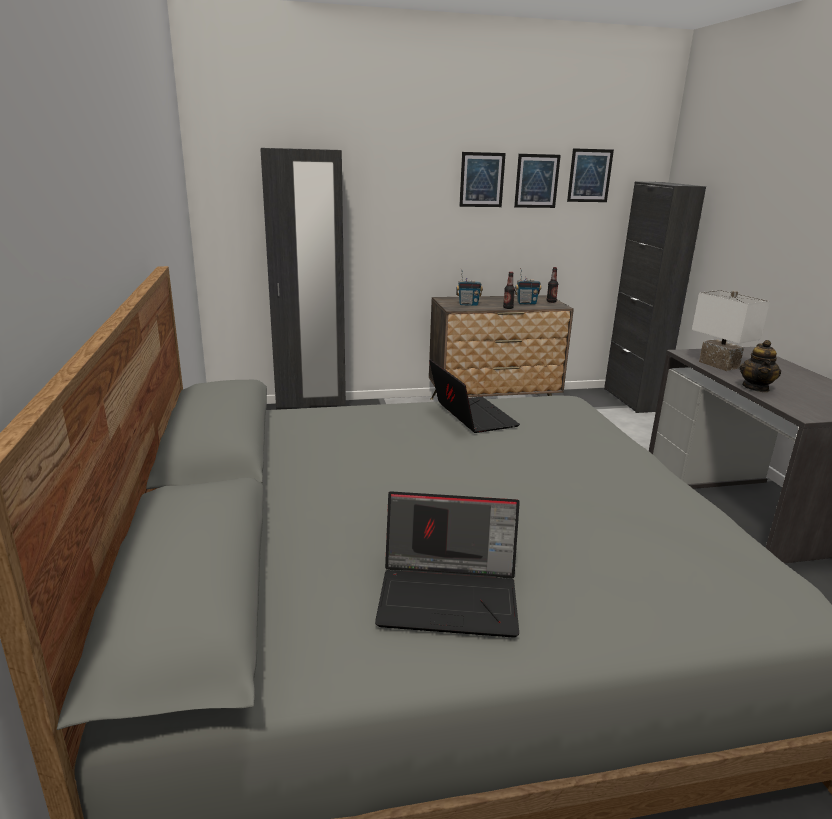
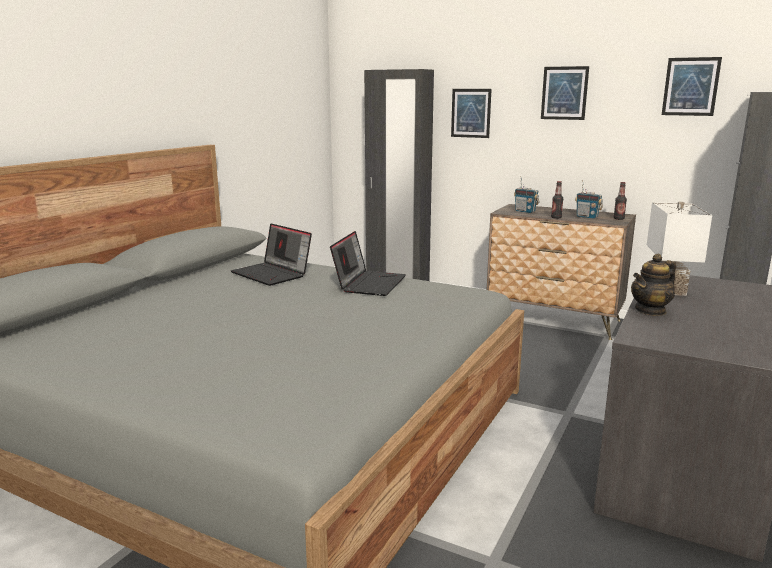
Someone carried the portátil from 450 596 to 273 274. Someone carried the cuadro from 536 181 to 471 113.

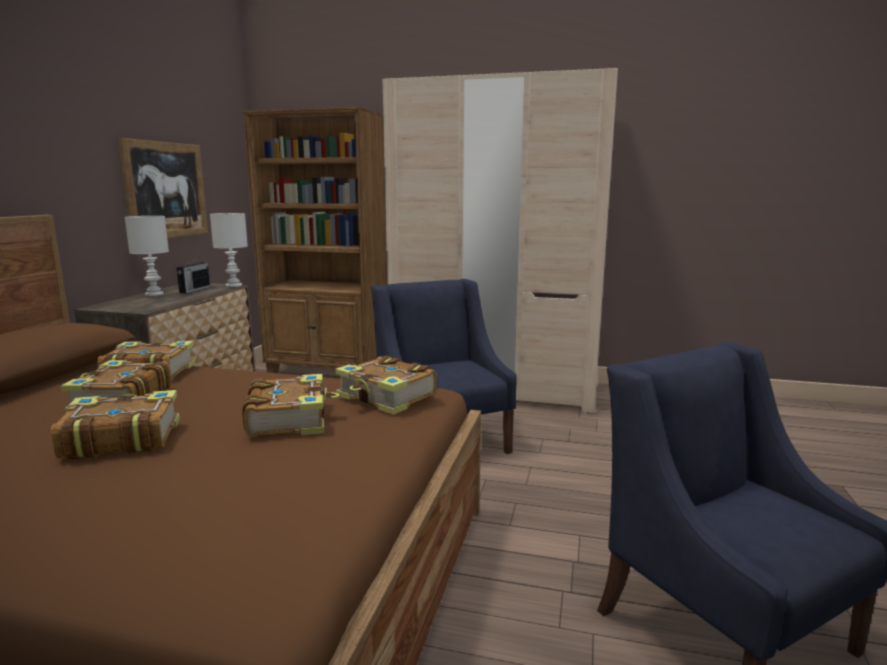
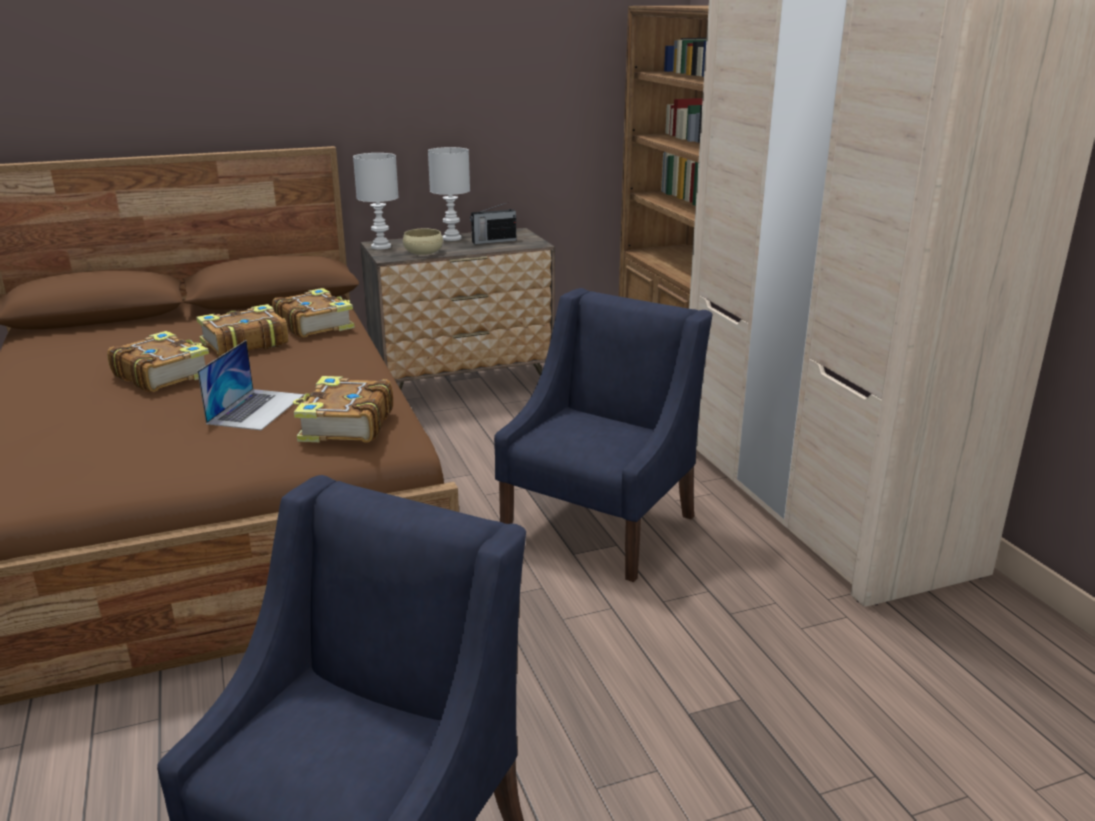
Someone swapped the libro at 290 419 for the portátil at 256 409. Someone carried the lámpara de mesa [blanco] from 234 285 to 382 246. Someone put down the cuenco [beis] at 423 252. Someone took away the cuadro at 166 190.

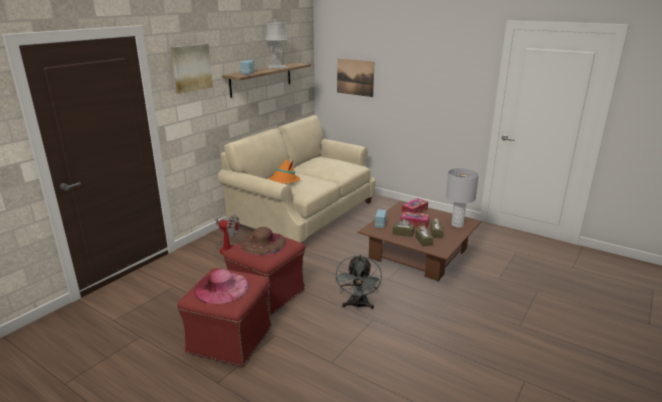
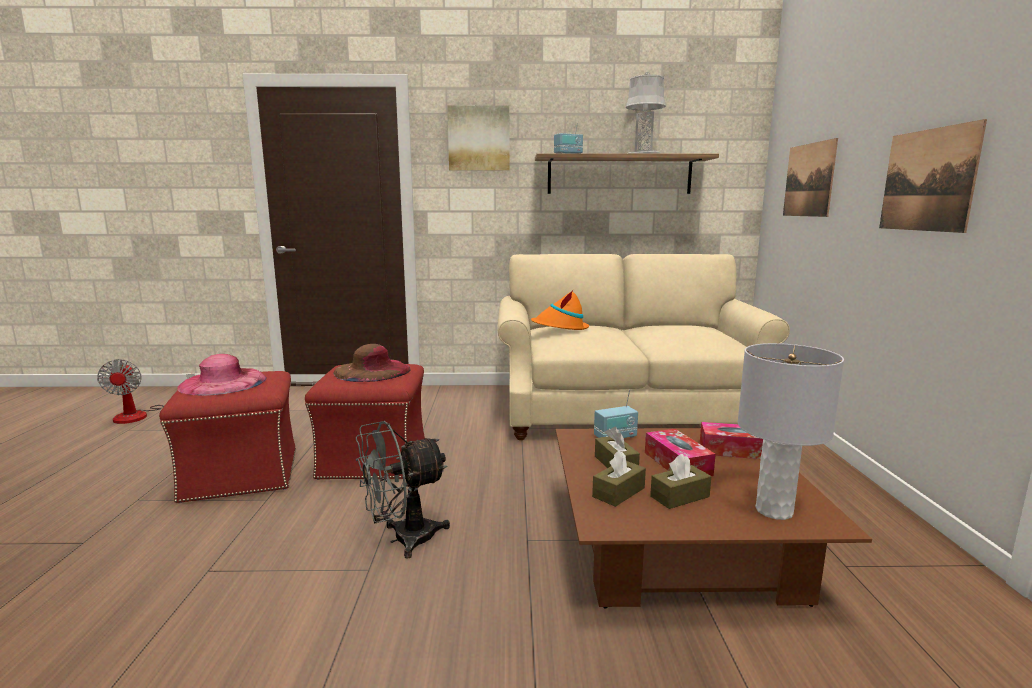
Someone carried the ventilador from 227 247 to 142 415. Someone put up the cuadro at 927 180.

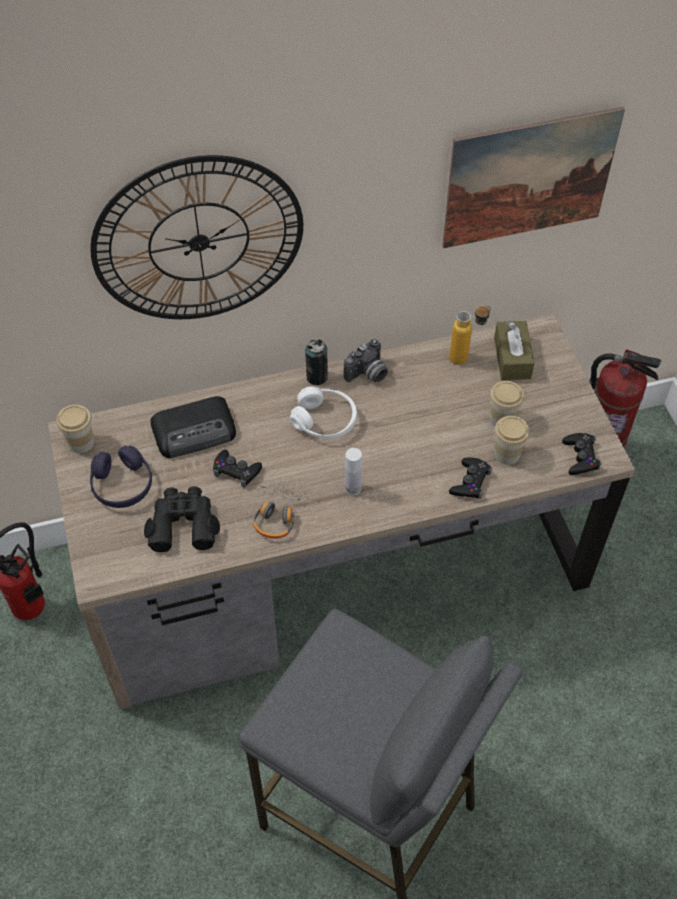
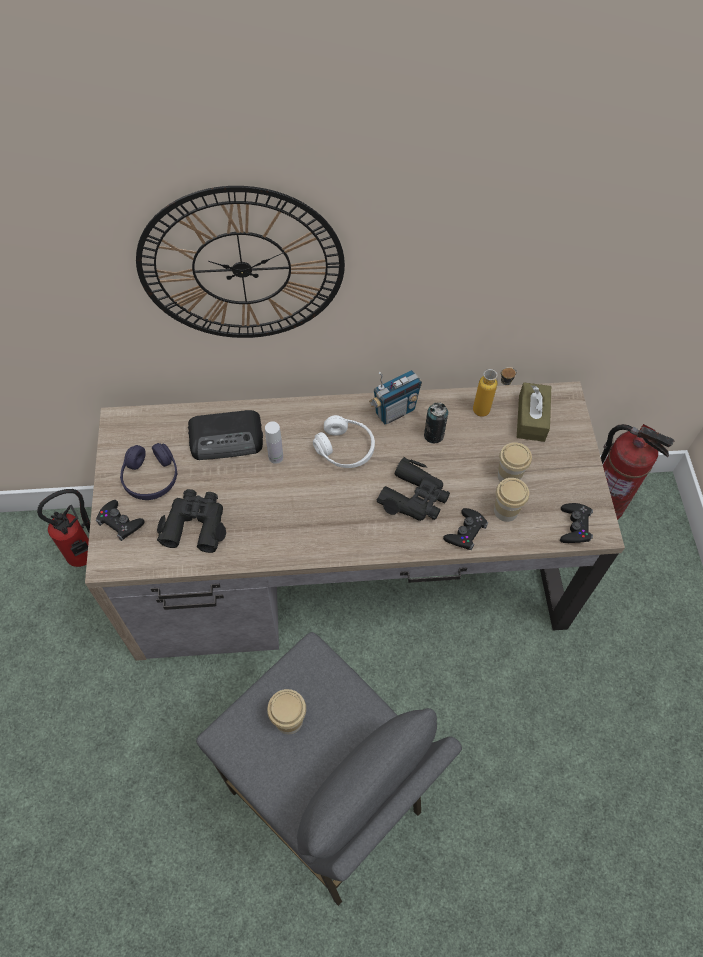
Someone carried the mando de consola [negro] from 236 471 to 120 522. Someone carried the botella [blanco] from 353 488 to 276 457. Someone carried the taza from 81 443 to 289 720. Someone swapped the cámara at 367 374 for the radio at 394 411. Someone put down the prismáticos [negro] at 414 497. Someone carried the lata from 317 377 to 433 435. Someone took away the auriculares at 279 513. Someone took away the cuadro at 529 178.

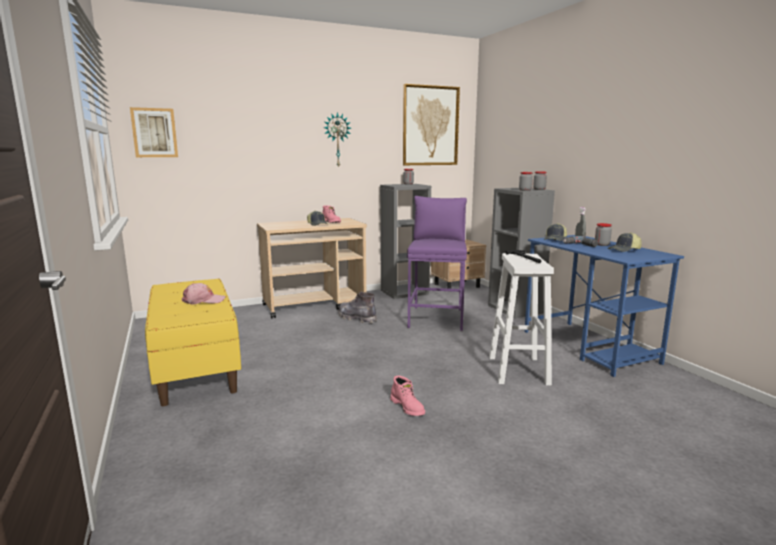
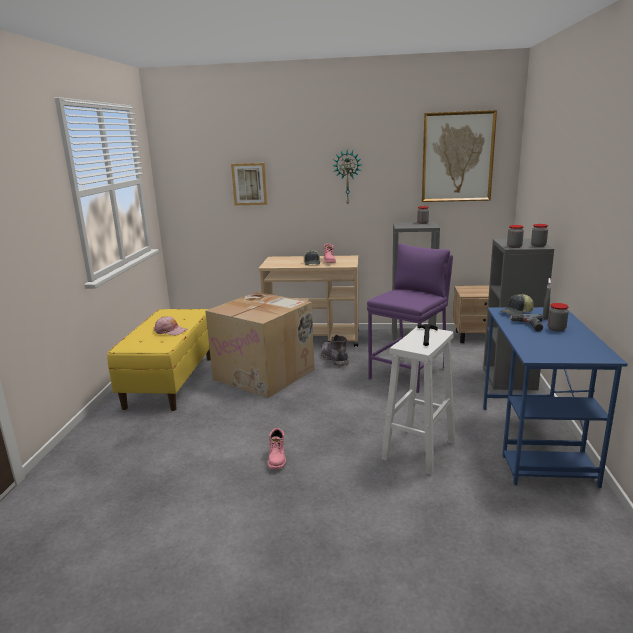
Someone put down the caja de cartón at 266 374. Someone carried the cuadro from 154 133 to 249 184. Someone took away the gorra at 625 250.

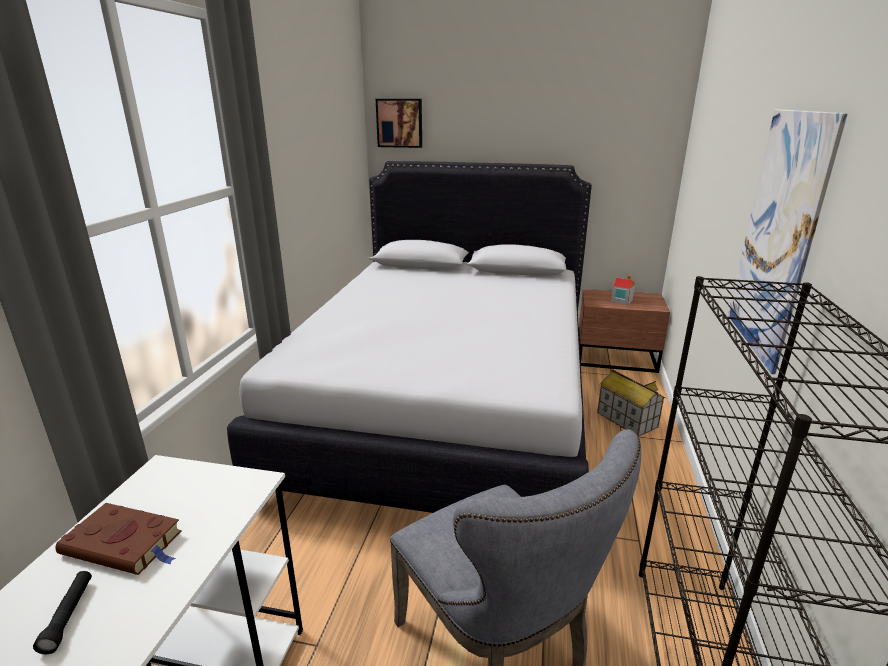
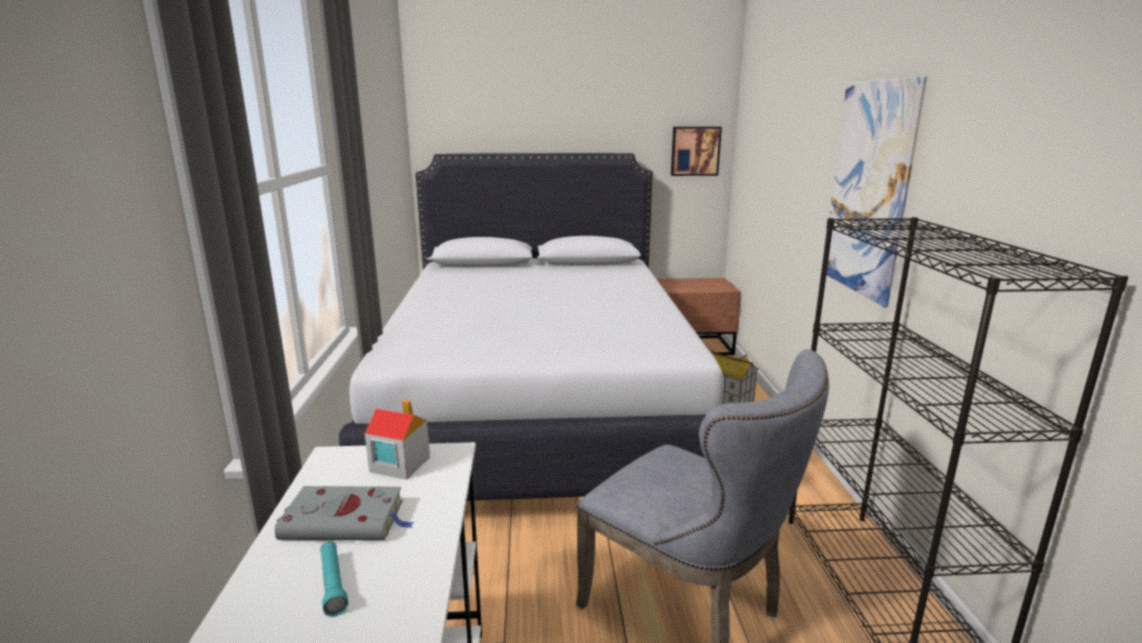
Someone repainted the libro [marrón] at 125 544, which became the libro [gris] at 347 520. Someone repainted the linterna [negro] at 68 616, which became the linterna [turquesa] at 333 584. Someone carried the casita from 621 300 to 399 464. Someone carried the cuadro from 400 123 to 695 151.

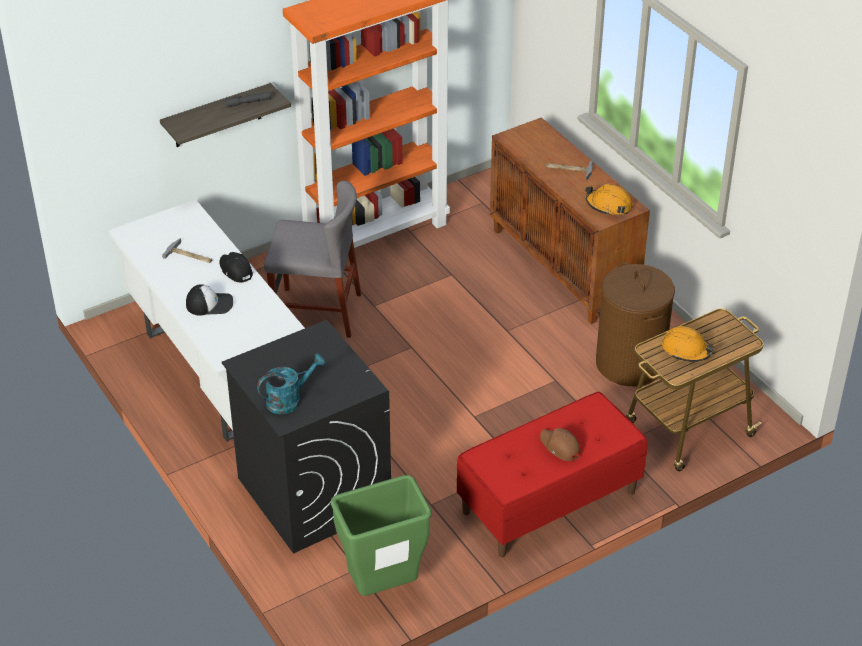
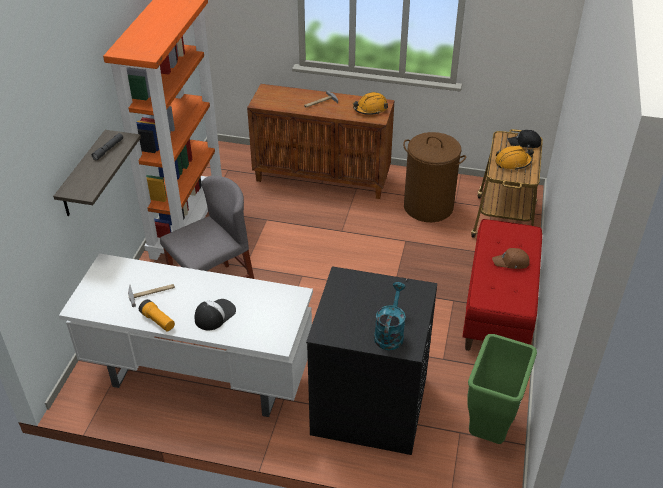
Someone put down the linterna at 158 321. Someone carried the gorra [negro] from 235 270 to 524 143.

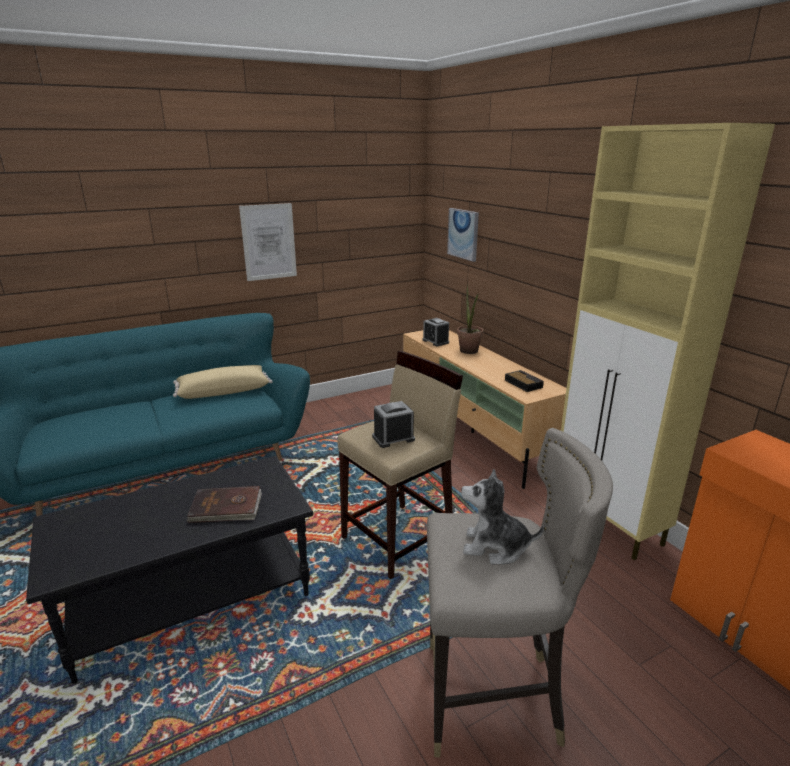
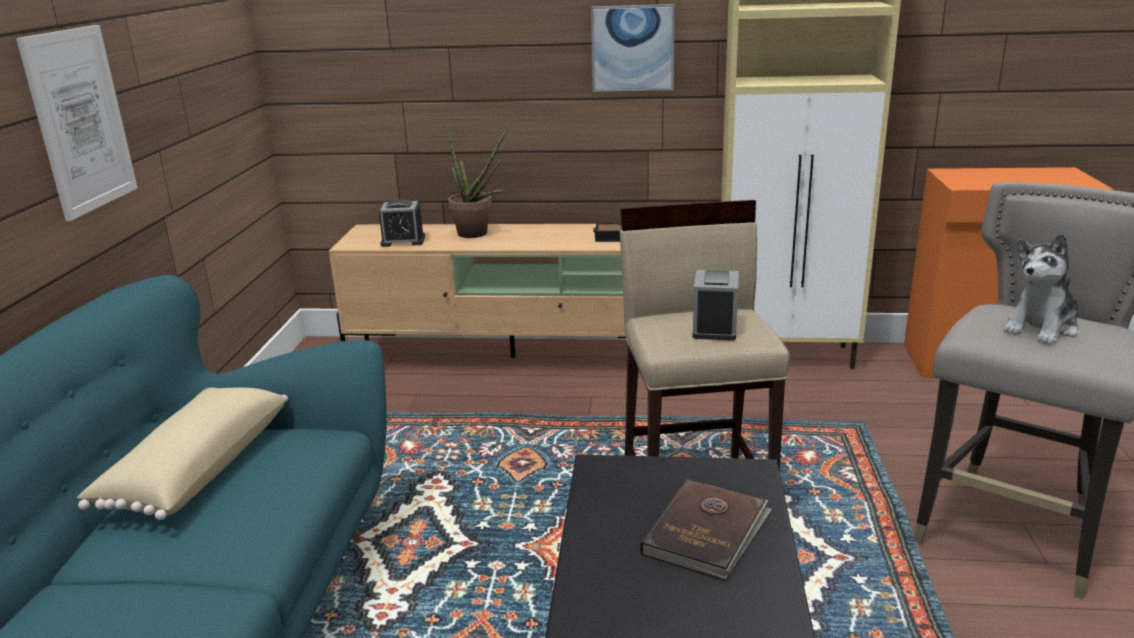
Someone carried the cuadro from 463 234 to 632 48.

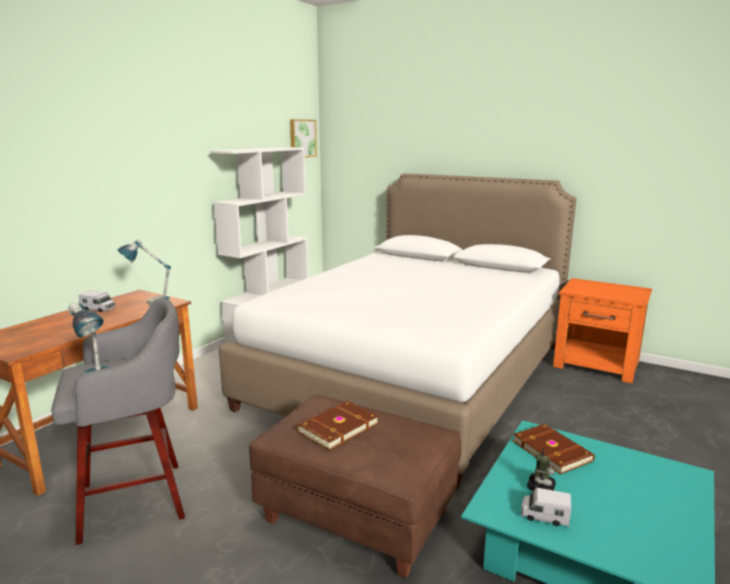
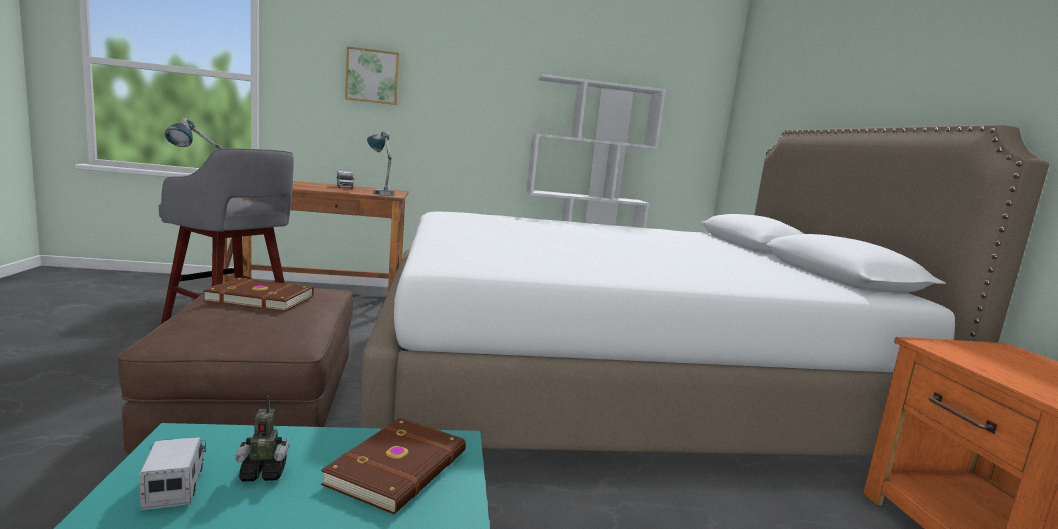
Someone carried the cuadro from 301 138 to 372 76.

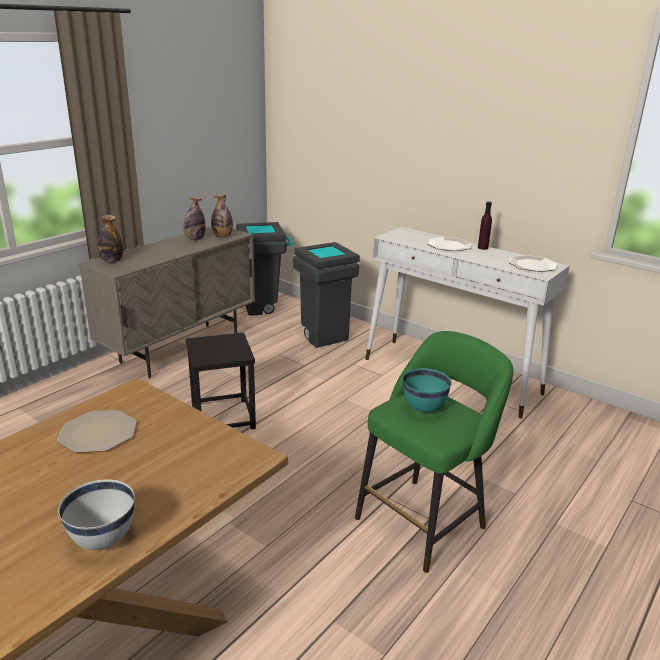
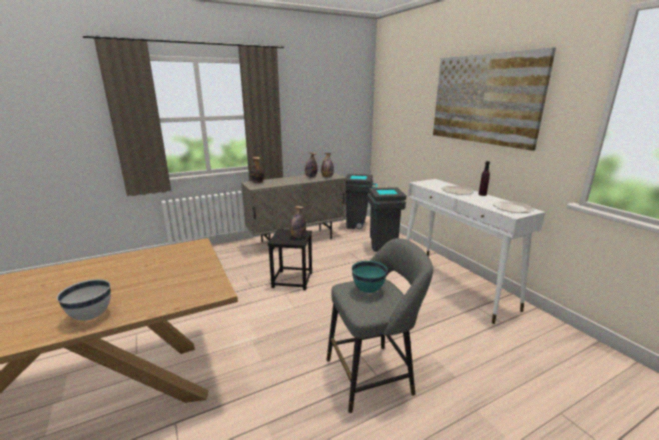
Someone put down the botella at 298 236. Someone repainted the taburete [verde] at 424 519, which became the taburete [gris] at 373 375. Someone put up the cuadro at 484 99. Someone took away the plato at 98 432.

